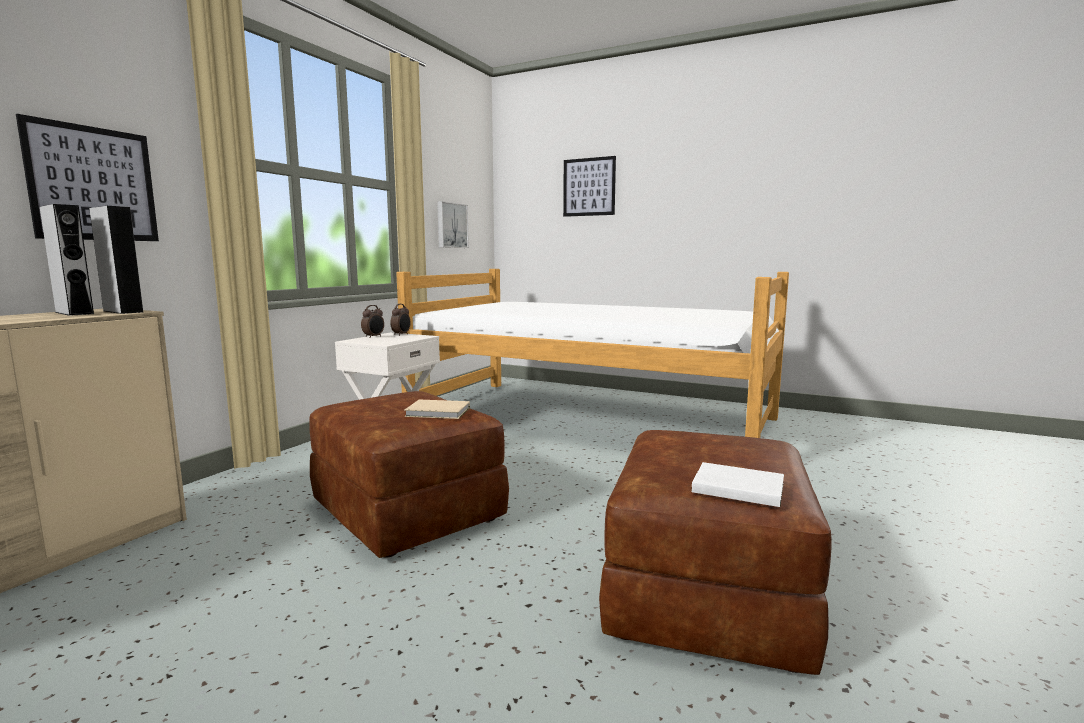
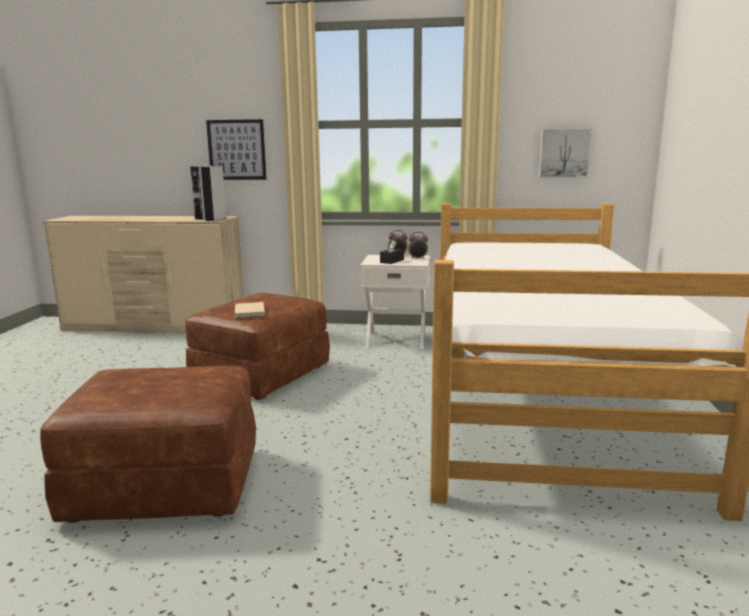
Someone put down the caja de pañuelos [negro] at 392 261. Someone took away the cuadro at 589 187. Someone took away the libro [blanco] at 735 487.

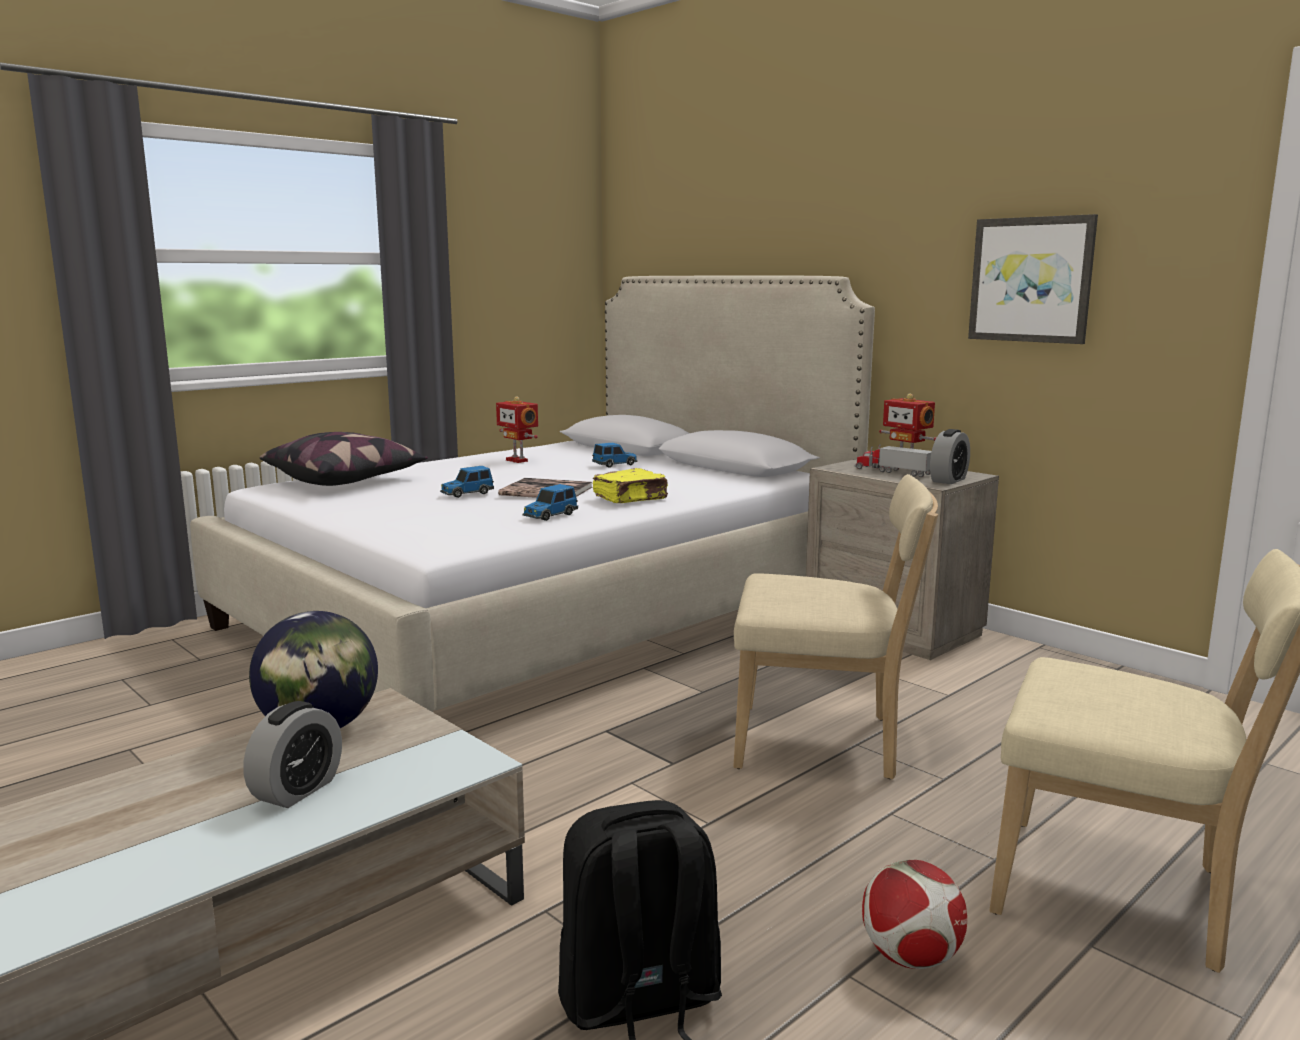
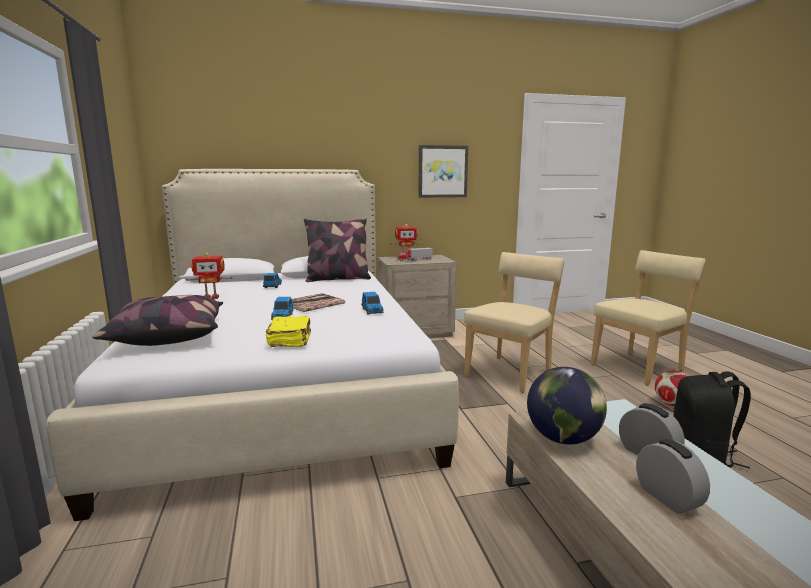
Someone carried the libro [amarillo] from 631 499 to 290 341. Someone put down the cojín at 338 279. Someone carried the despertador from 948 480 to 667 498.

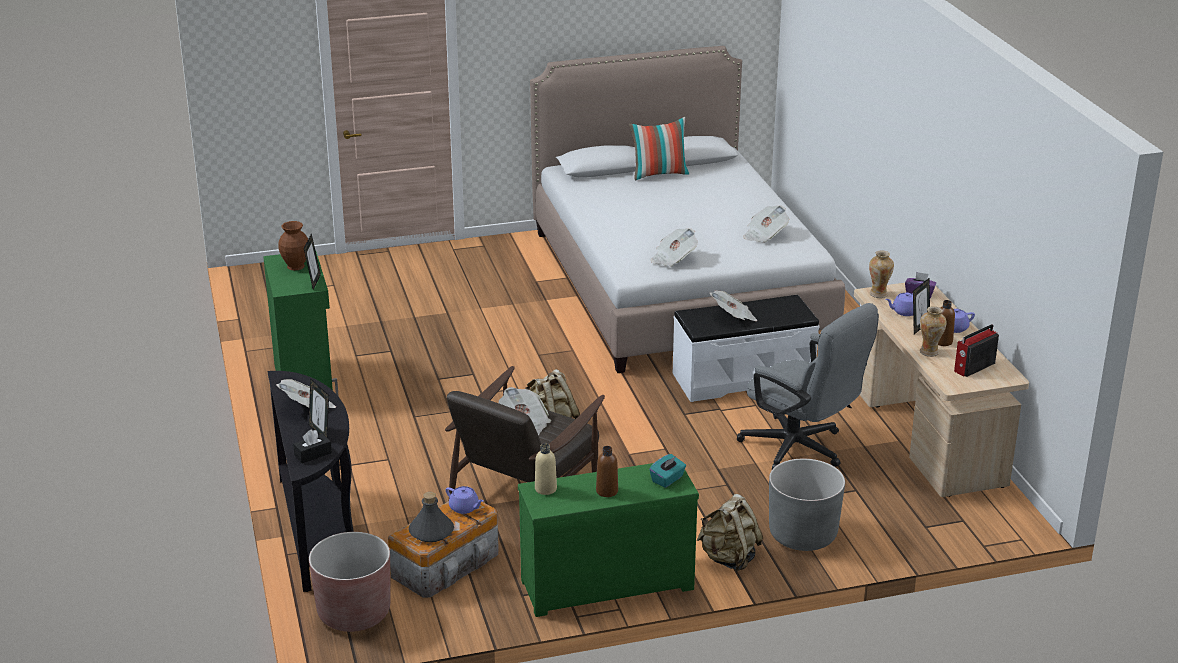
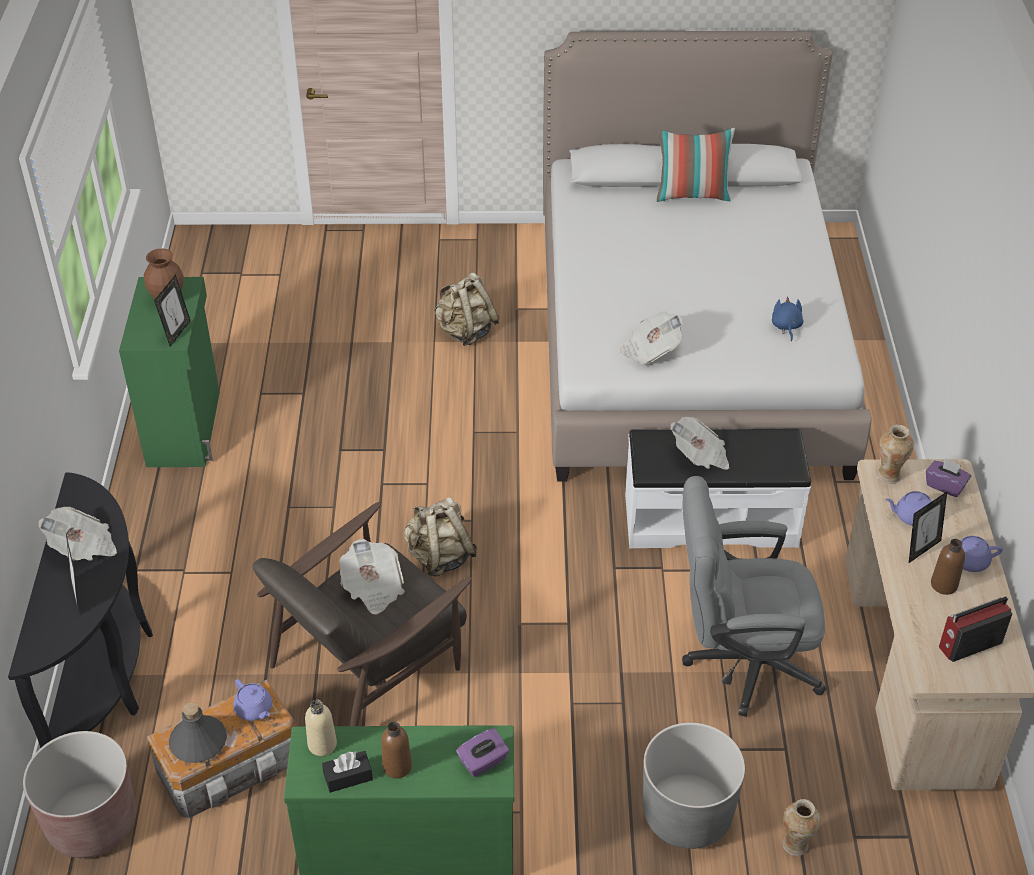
Someone carried the caja de pañuelos [negro] from 313 454 to 348 777. Someone carried the mochila [beis] from 729 558 to 466 331. Someone repainted the caja de pañuelos [turquesa] at 667 479, which became the caja de pañuelos [morado] at 483 762. Someone rotated the silla de oficina [gris] at 801 450 by 120 degrees clockwise. Someone swapped the periódico at 764 235 for the peluche [azul] at 786 327. Someone carried the florero from 929 352 to 796 845.

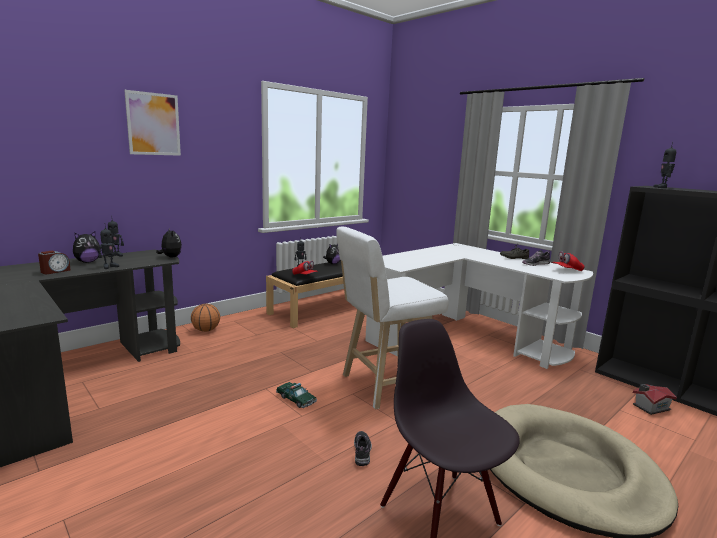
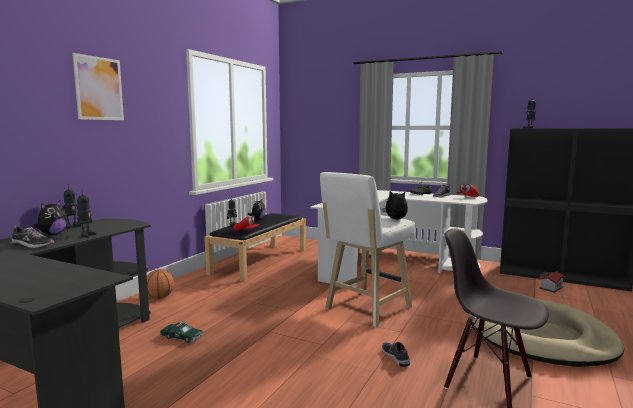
Someone swapped the despertador at 55 271 for the zapato at 32 245. Someone carried the coche de juguete from 296 399 to 181 337. Someone carried the peluche from 170 257 to 395 219.

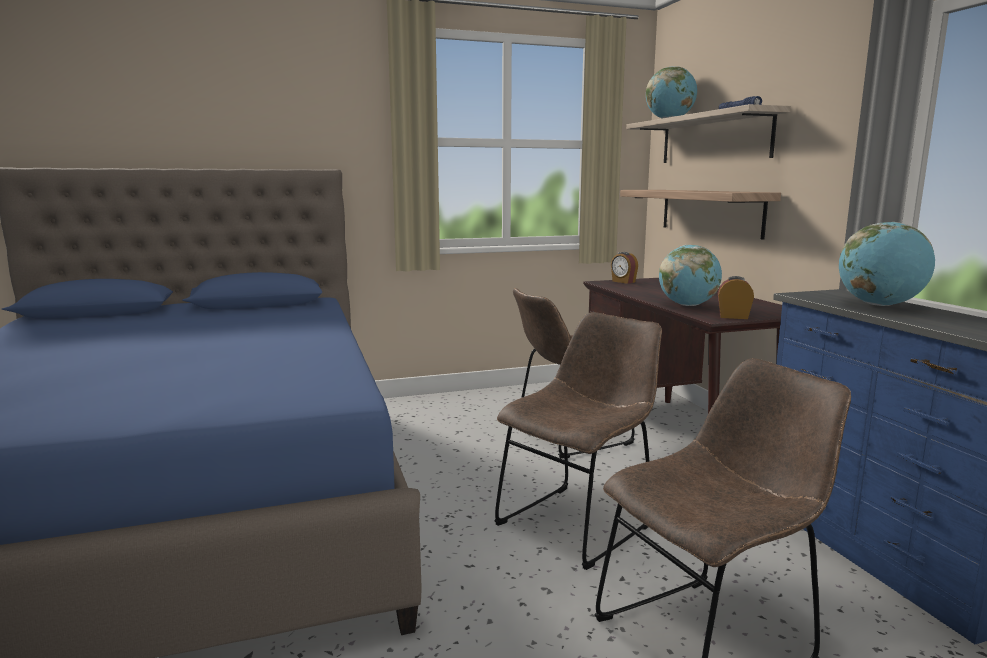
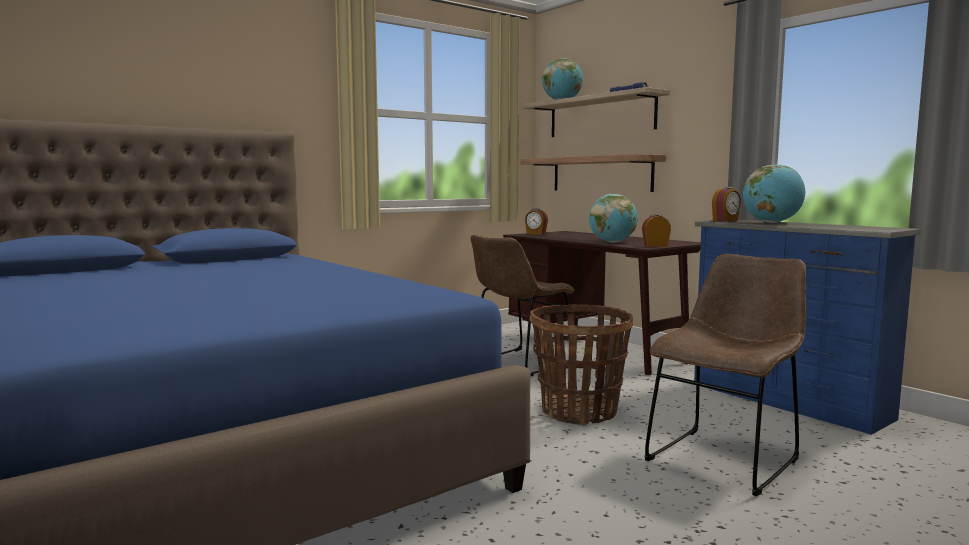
Someone swapped the silla [marrón] at 579 522 for the cesta at 579 411. Someone put down the despertador at 725 221.

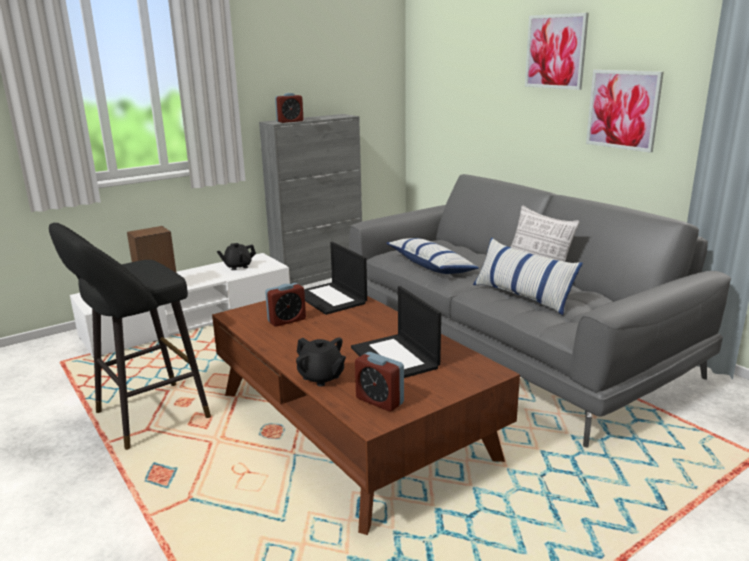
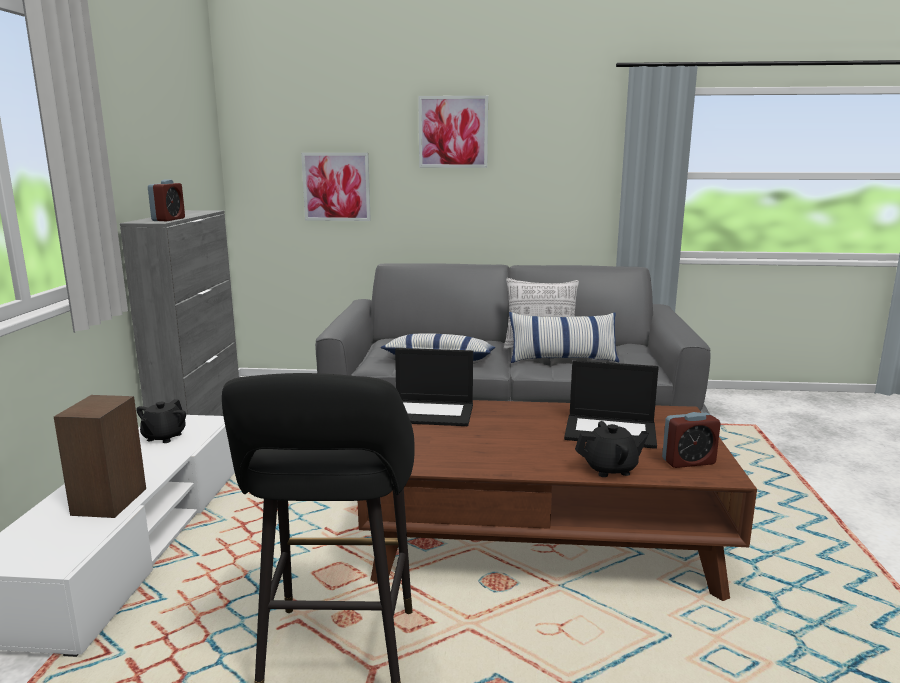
Someone carried the cuadro from 623 109 to 336 187. Someone took away the despertador at 287 320.

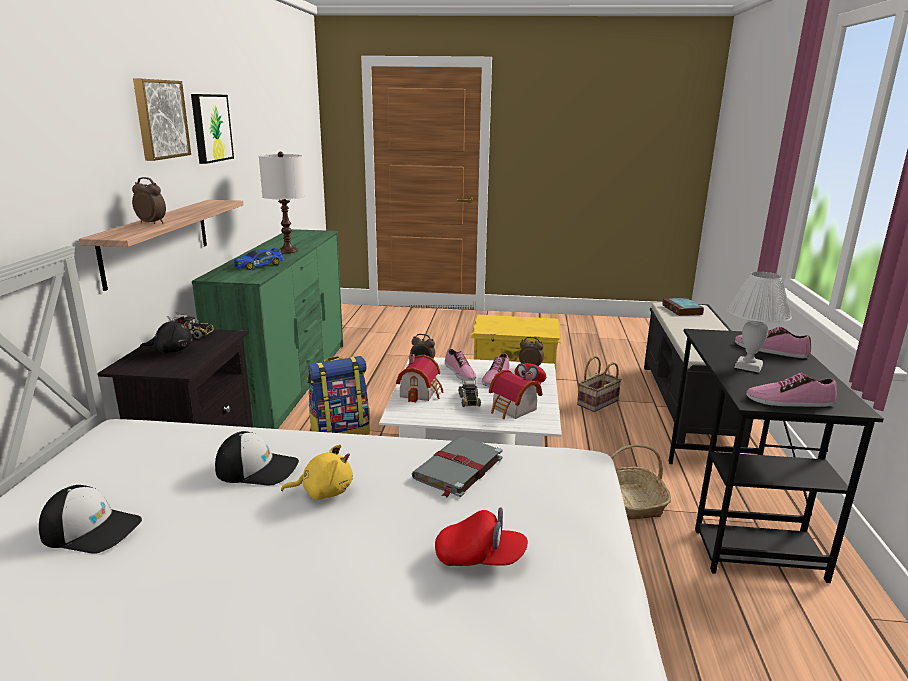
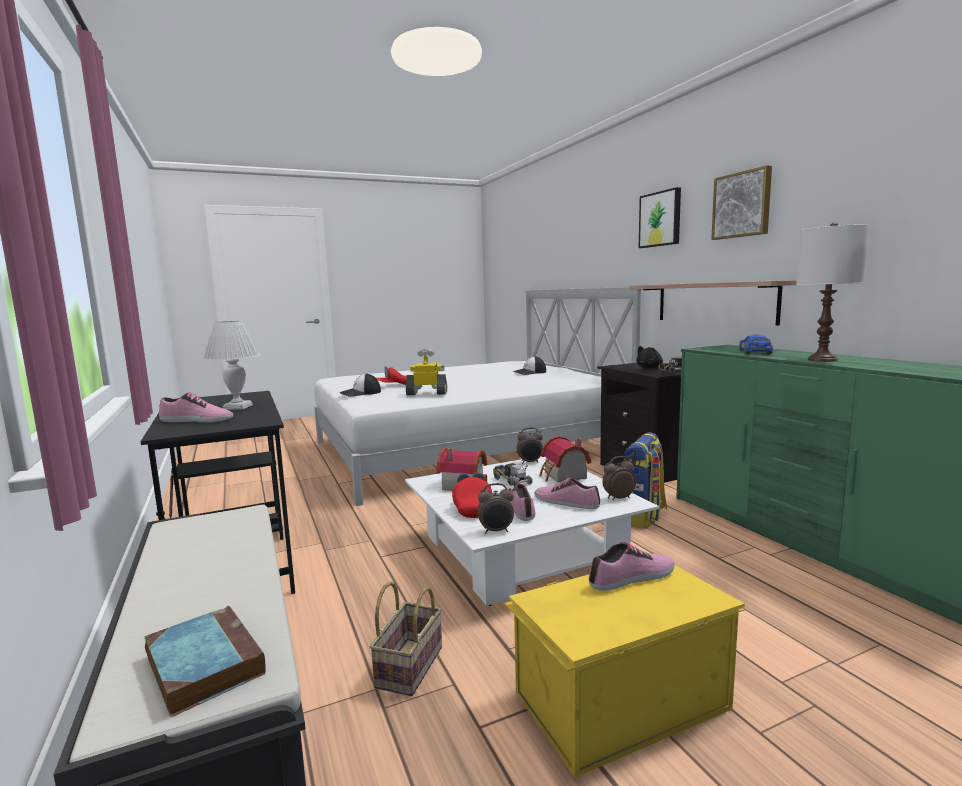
Someone carried the gorra from 257 468 to 360 393. Someone swapped the libro [gris] at 457 469 for the robot de juguete at 427 393. Someone carried the despertador from 152 223 to 530 462. Someone carried the zapato from 789 401 to 632 578. Someone carried the cuadro from 210 128 to 660 219. Someone took away the peluche [amarillo] at 324 491. Someone took away the cesta at 631 501.

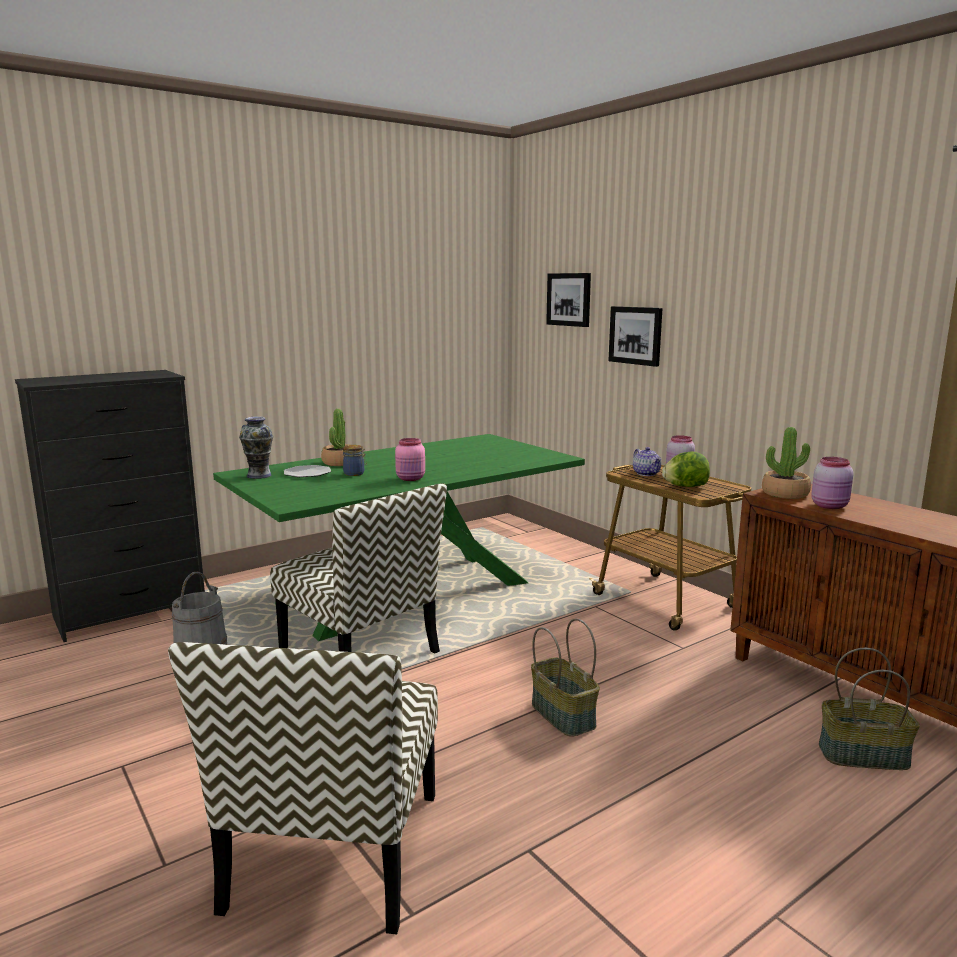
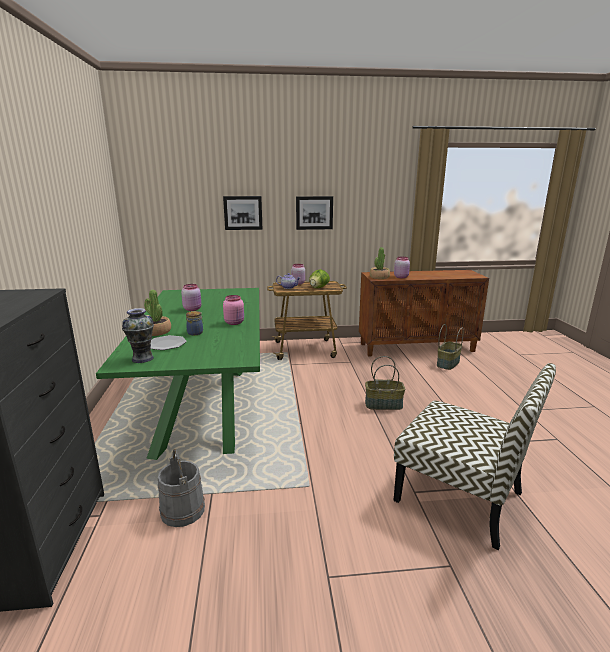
Someone put down the tarro [rosa] at 193 309. Someone carried the cuadro from 569 299 to 314 212. Someone took away the silla at 361 651.

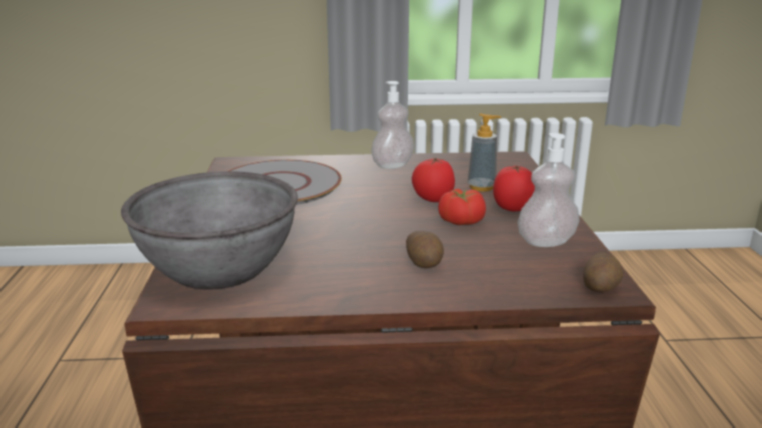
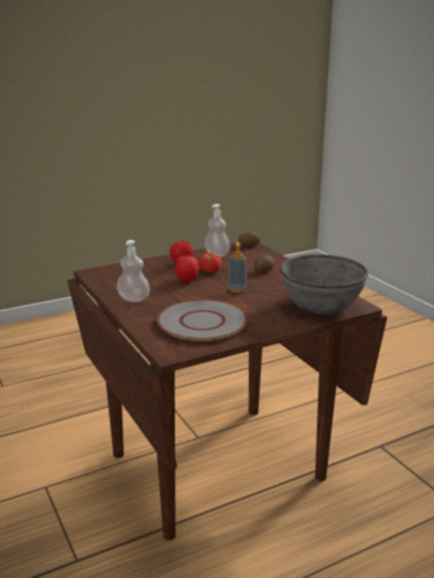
Someone carried the dispensador de jabón from 481 187 to 237 290.

